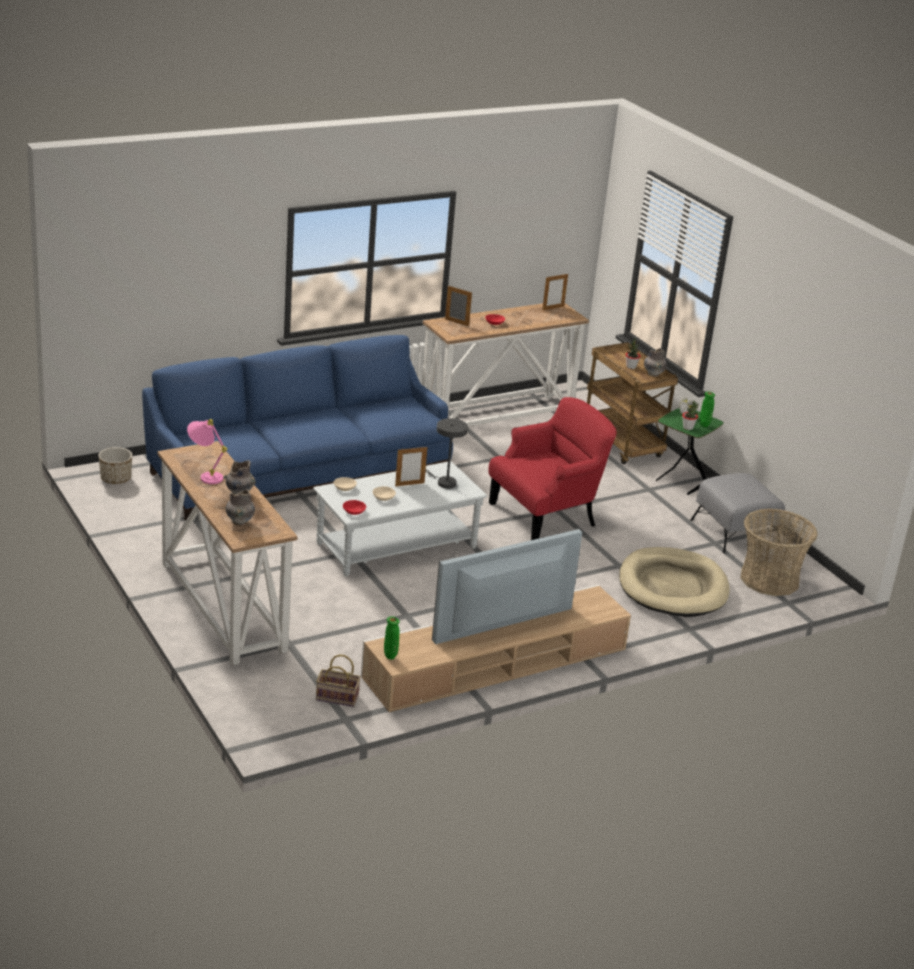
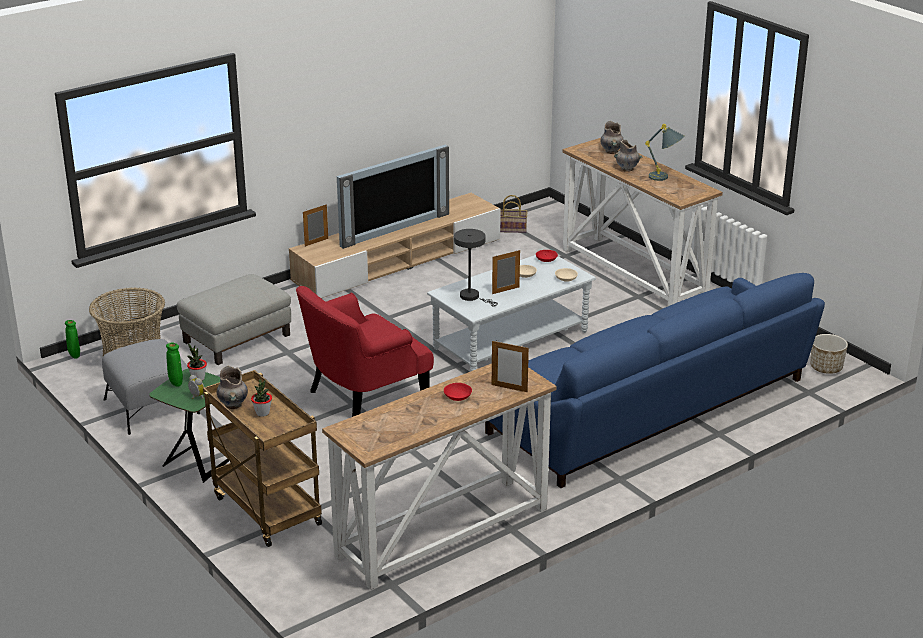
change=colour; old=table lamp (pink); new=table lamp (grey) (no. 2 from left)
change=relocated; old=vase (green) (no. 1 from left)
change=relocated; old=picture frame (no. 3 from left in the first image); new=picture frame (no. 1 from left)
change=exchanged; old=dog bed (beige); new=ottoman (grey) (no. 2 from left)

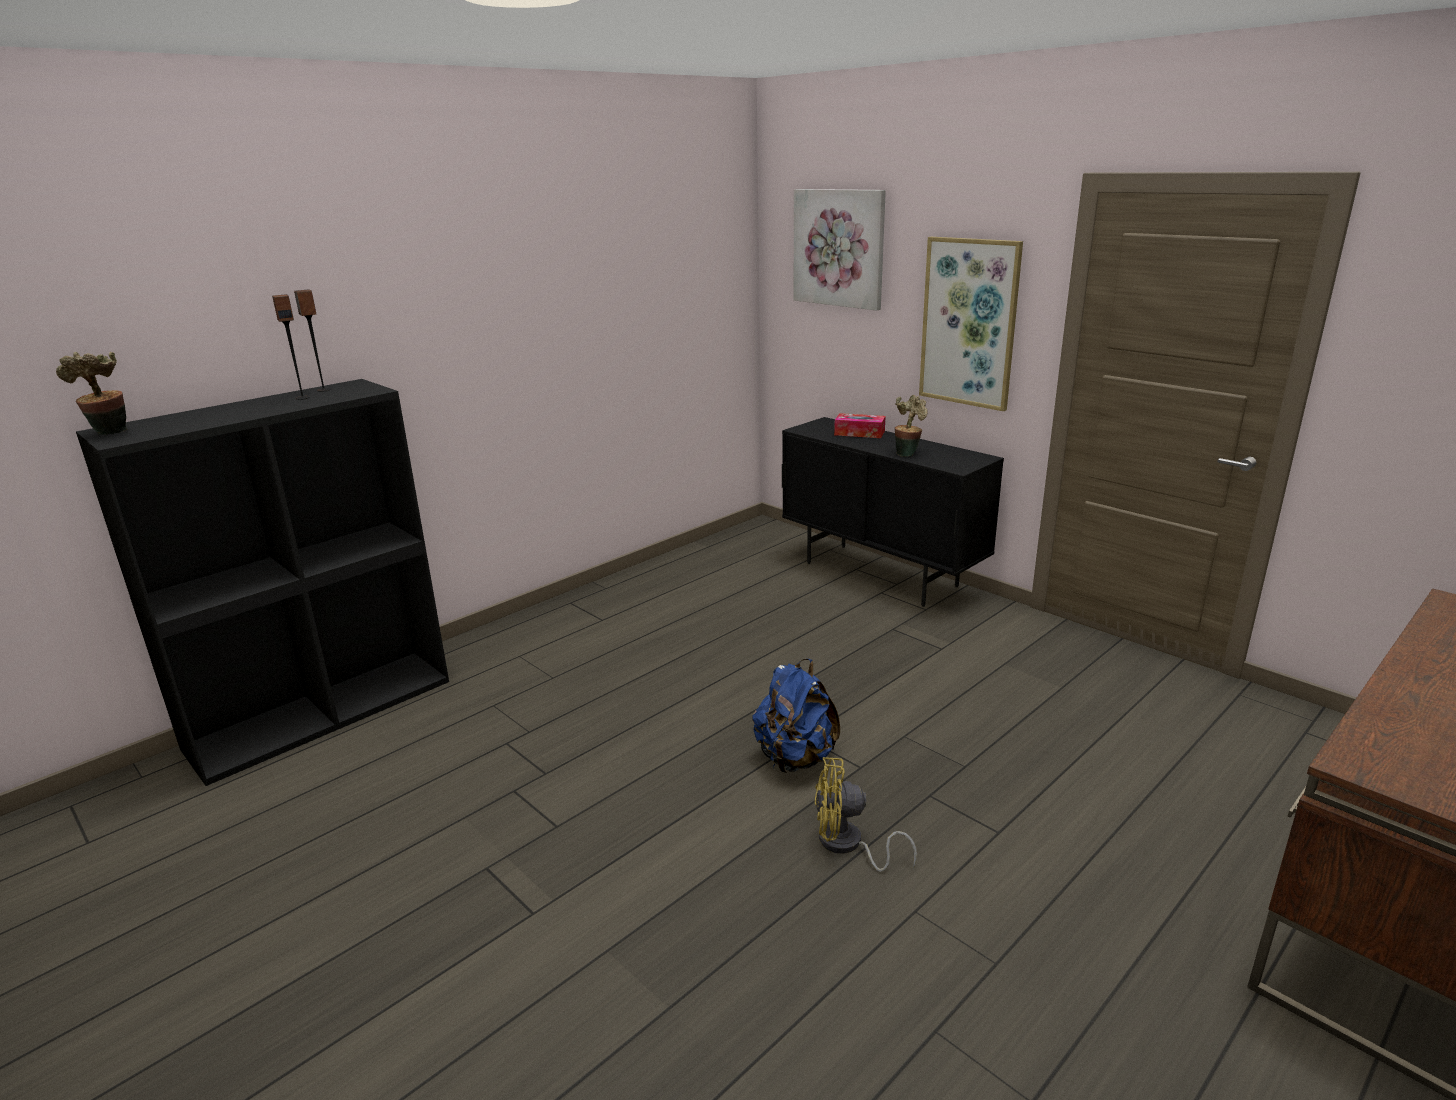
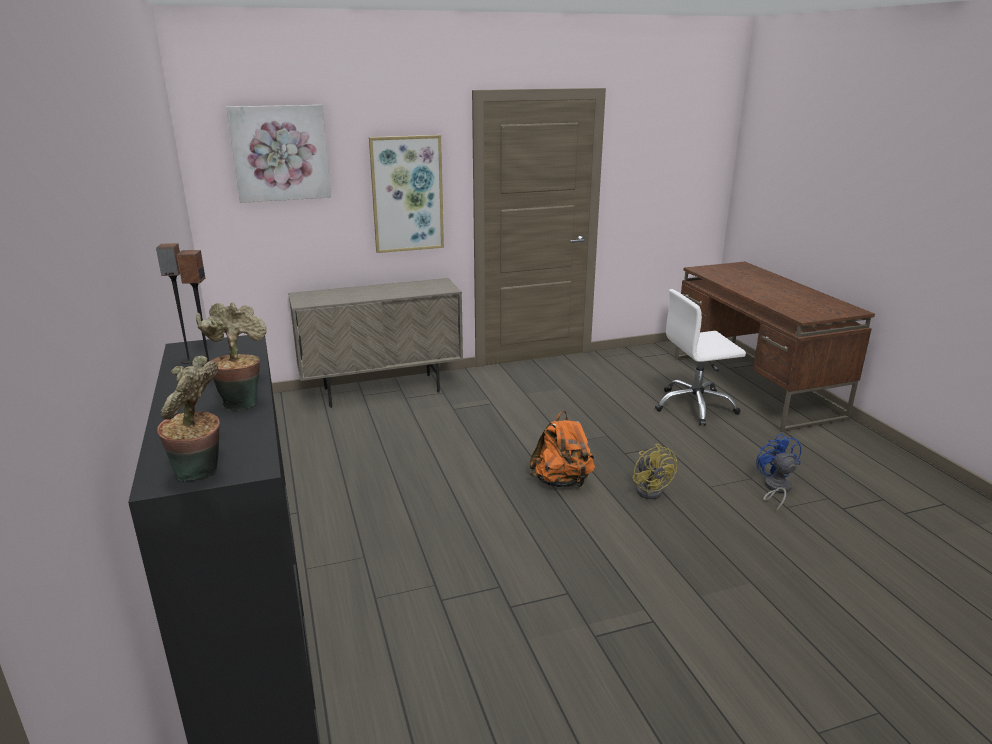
change=colour; old=backpack (blue); new=backpack (orange)
change=colour; old=cabinet (black); new=cabinet (beige)
change=spun; old=fan (yellow); degrees=-45
change=missing; old=tissue box
change=relocated; old=potted plant (no. 2 from left)
change=appeared; new=office chair (white)
change=appeared; new=fan (blue)

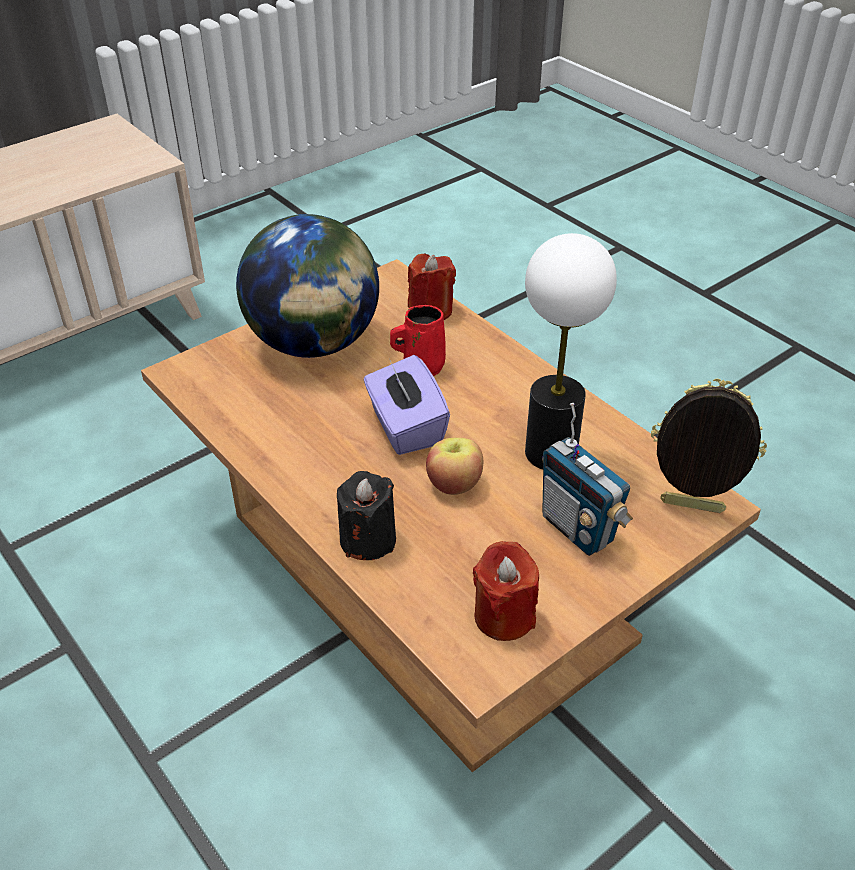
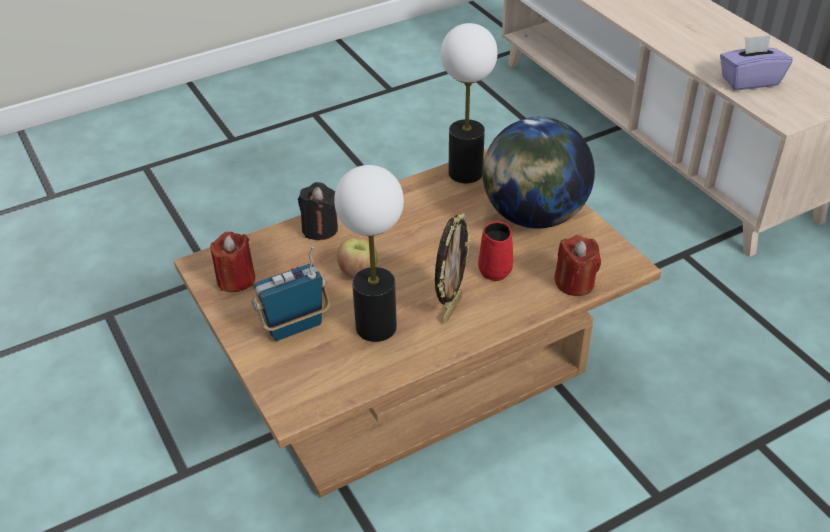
change=relocated; old=tissue box (purple)
change=relocated; old=picture frame
change=appeared; new=table lamp (no. 2 from left)

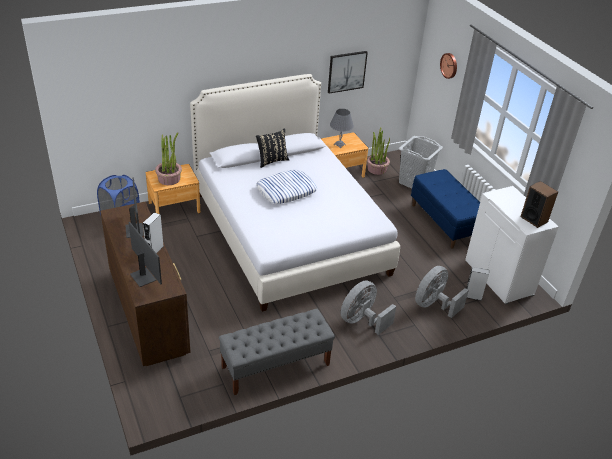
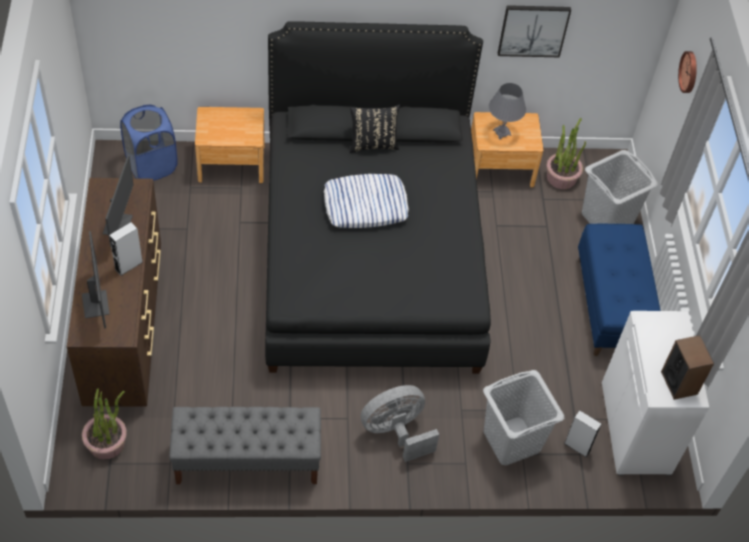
change=relocated; old=potted plant (no. 1 from left)
change=colour; old=bed (white); new=bed (black)
change=exchanged; old=fan (grey) (no. 2 from left); new=laundry basket (grey) (no. 1 from left)

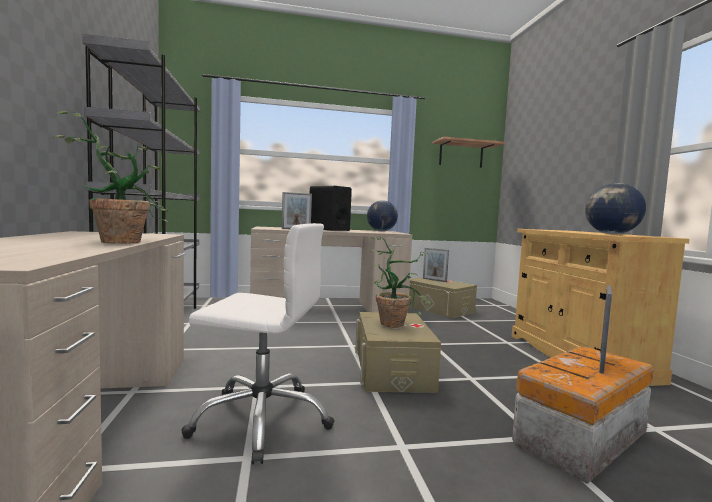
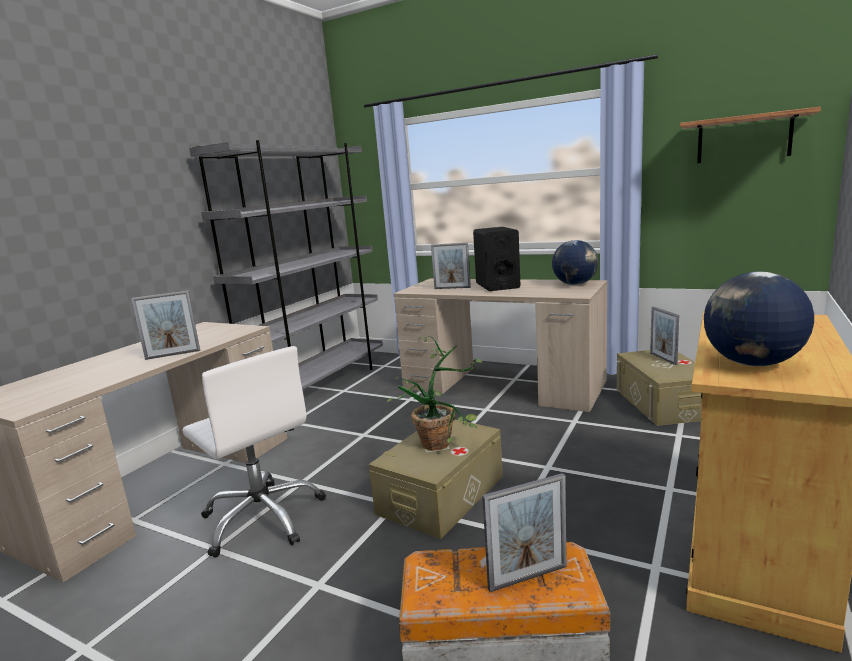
change=exchanged; old=potted plant (no. 1 from left); new=picture frame (no. 1 from left)

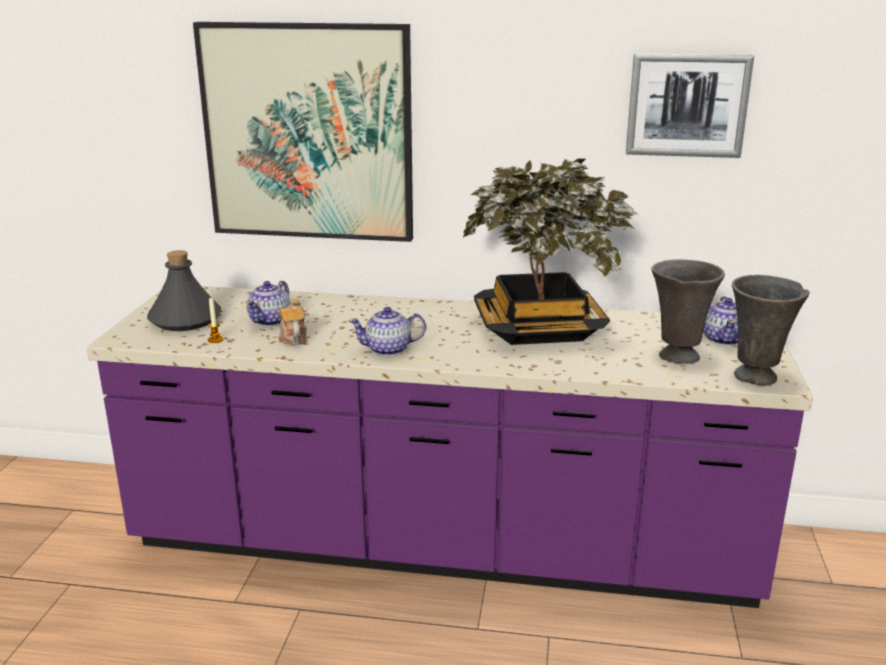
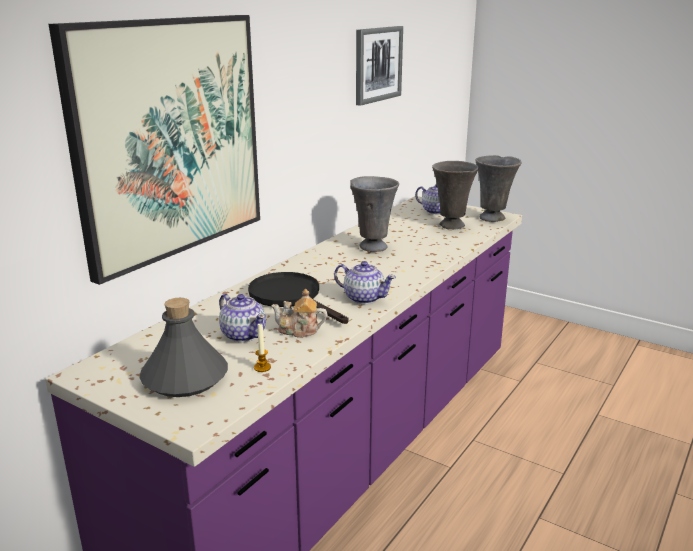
change=spun; old=teapot (no. 3 from left); degrees=-75
change=exchanged; old=potted plant; new=vase (grey) (no. 1 from left)
change=appeared; new=frying pan (black)

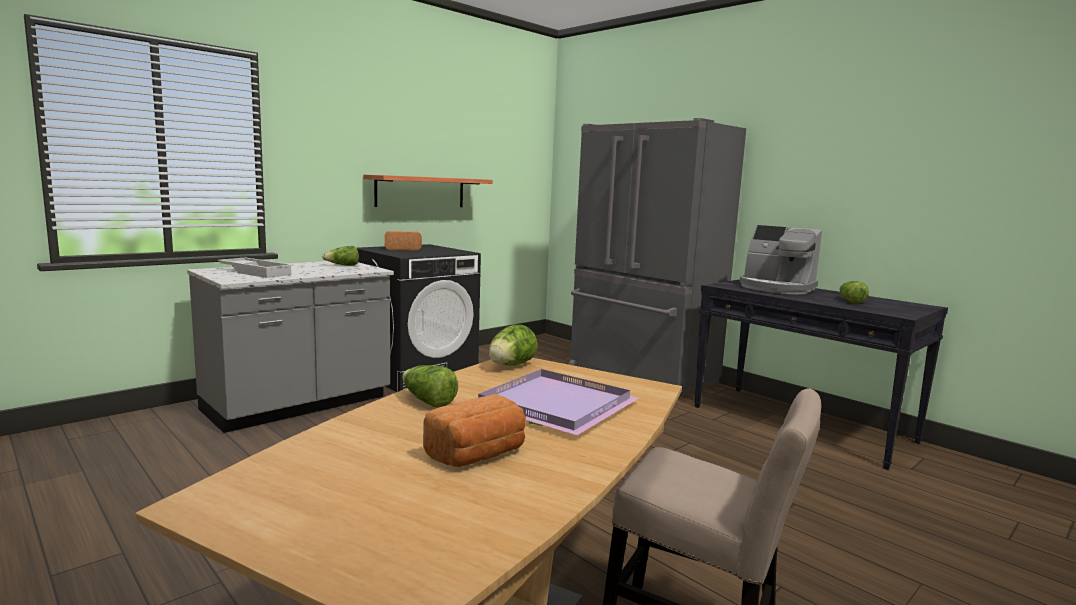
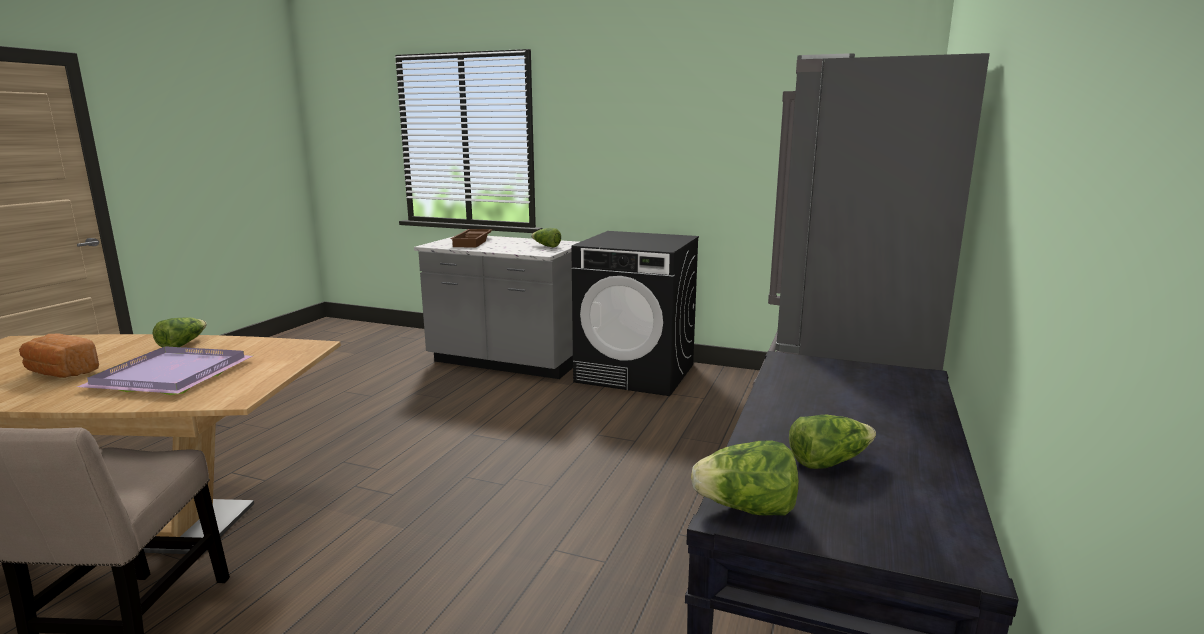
change=colour; old=tray (white); new=tray (brown)
change=missing; old=shelf
change=missing; old=bread (no. 1 from left)
change=relocated; old=lettuce (no. 3 from left)
change=missing; old=coffee machine

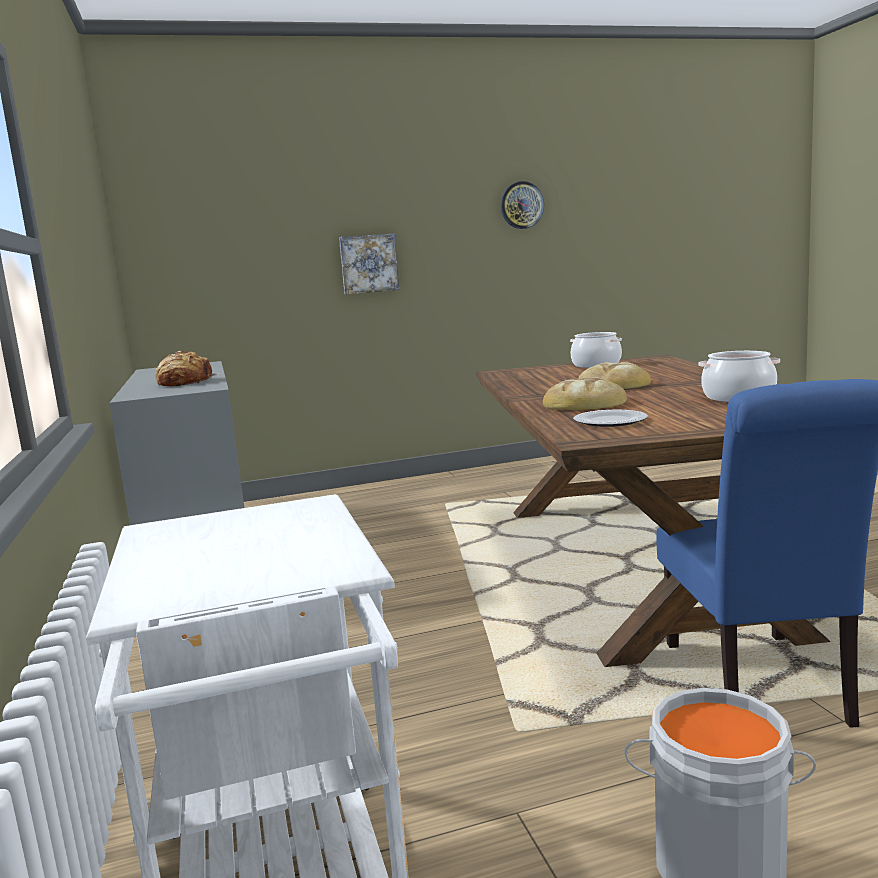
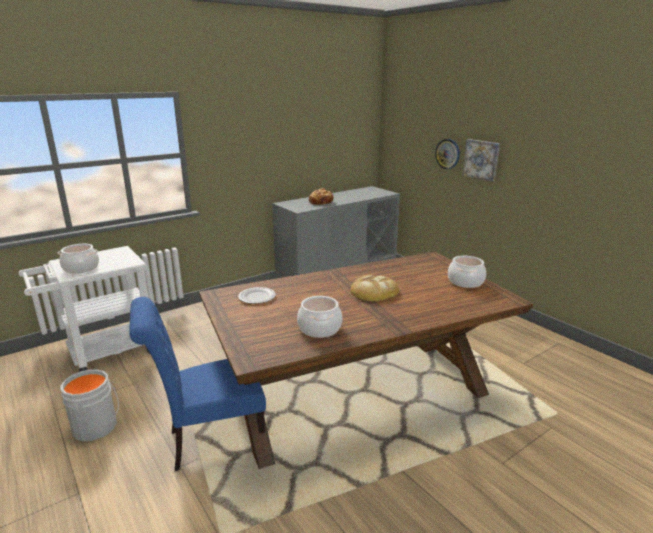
change=relocated; old=wall clock
change=missing; old=bread (no. 2 from left)
change=appeared; new=cooking pot (no. 1 from left)

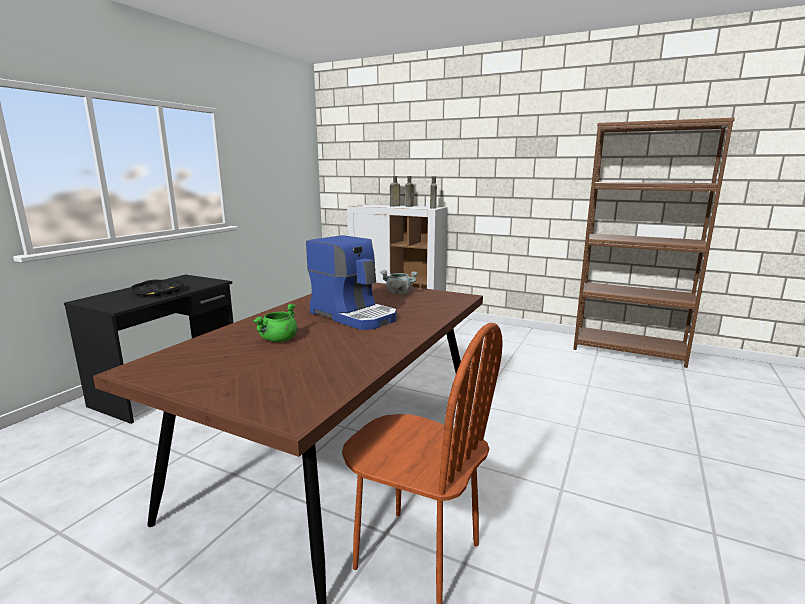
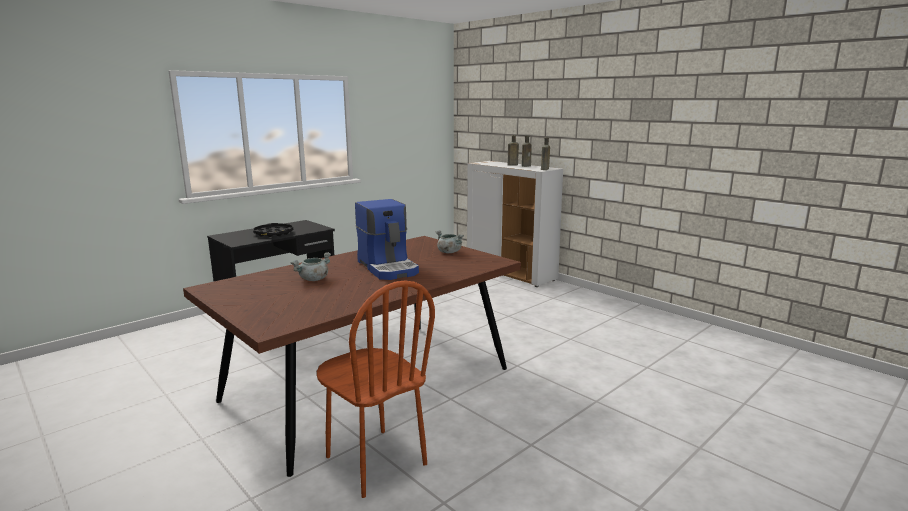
change=colour; old=cooking pot (green); new=cooking pot (grey) (no. 1 from left)
change=missing; old=bookcase (brown)

